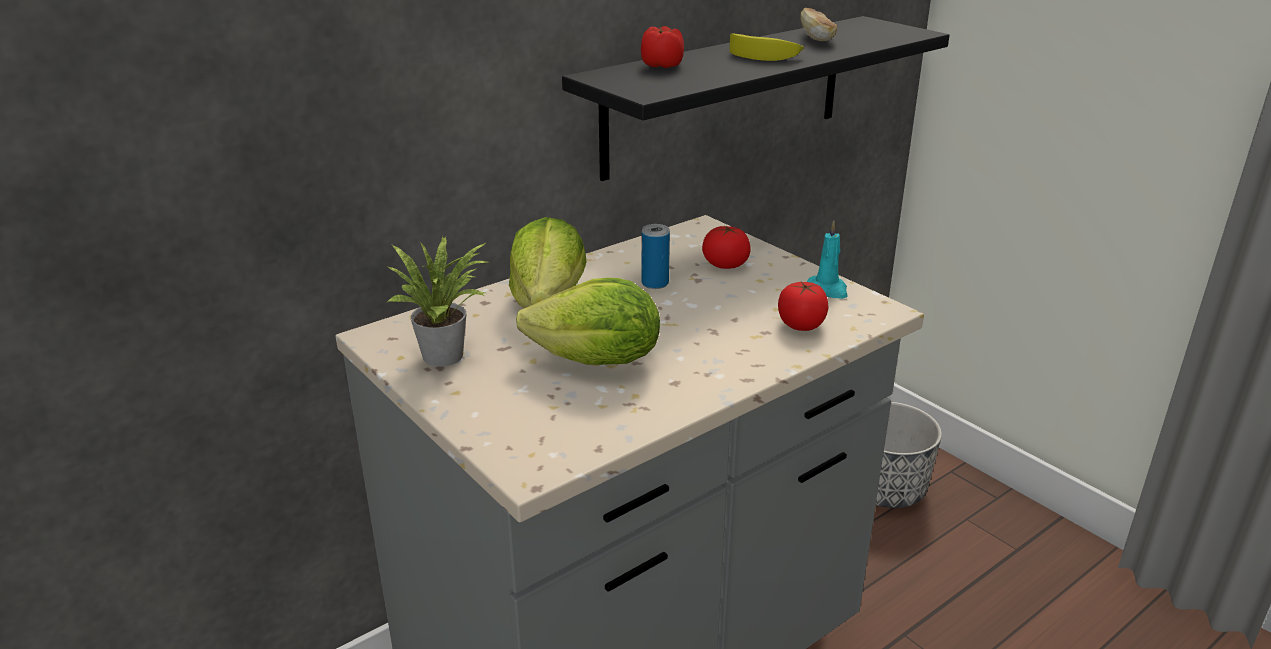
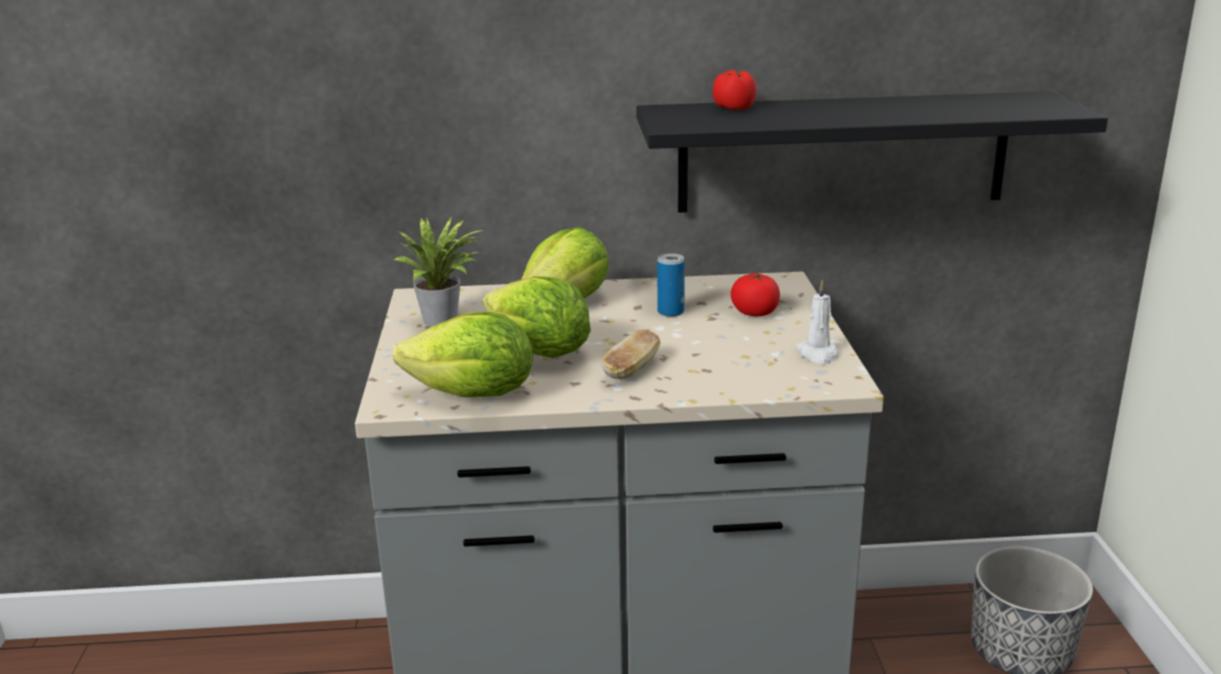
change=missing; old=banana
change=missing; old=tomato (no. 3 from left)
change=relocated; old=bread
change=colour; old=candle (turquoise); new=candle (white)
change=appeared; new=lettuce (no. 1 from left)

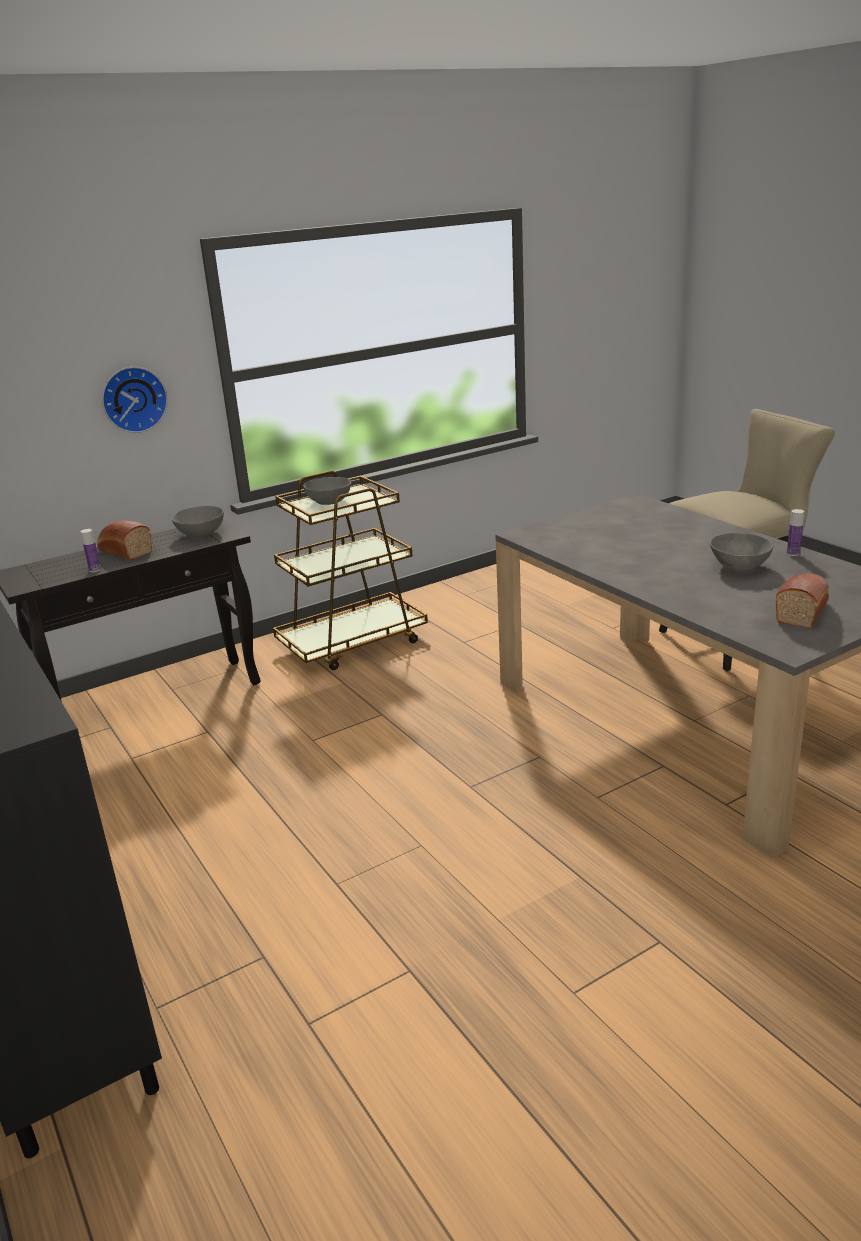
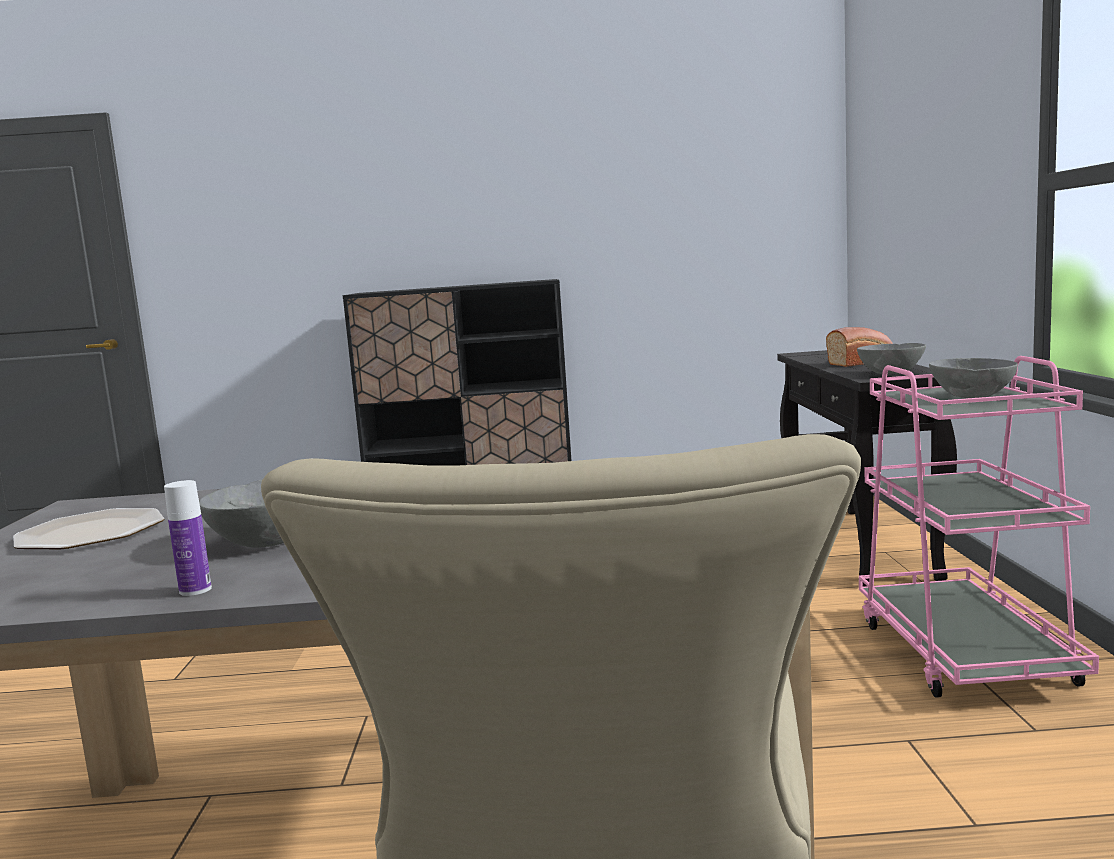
change=missing; old=bottle (no. 1 from left)
change=missing; old=wall clock
change=colour; old=cart (brown); new=cart (pink)
change=exchanged; old=bread (no. 2 from left); new=plate

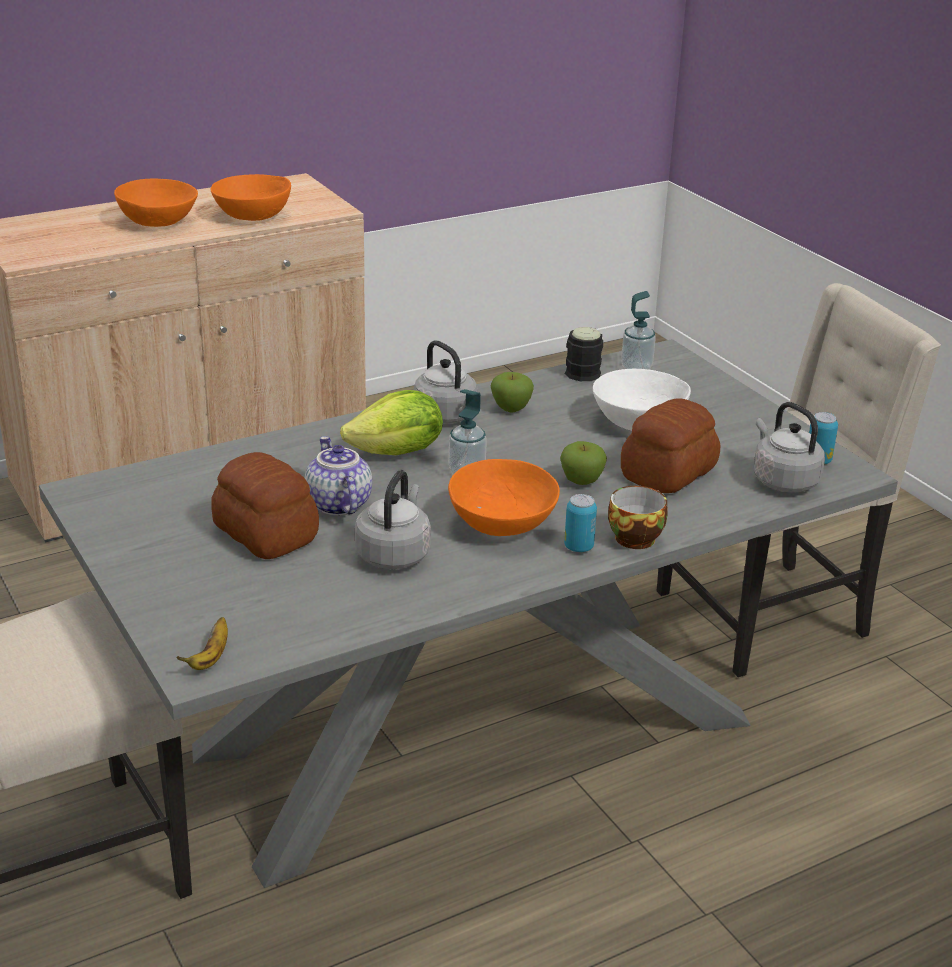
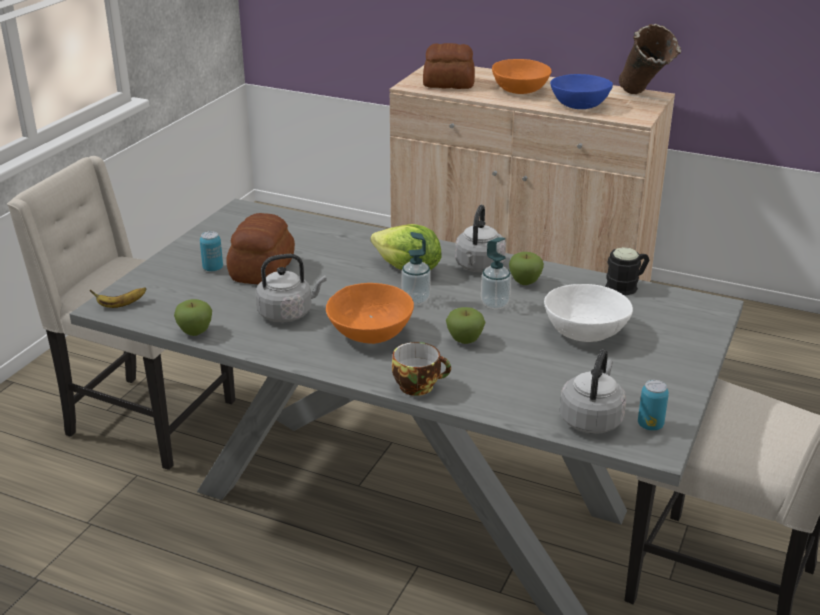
change=colour; old=bowl (orange) (no. 2 from left); new=bowl (blue)
change=missing; old=teapot
change=relocated; old=can (no. 1 from left)
change=relocated; old=soap dispenser (no. 2 from left)
change=relocated; old=bread (no. 2 from left)
change=appeared; new=apple (no. 1 from left)
change=appeared; new=vase (brown)

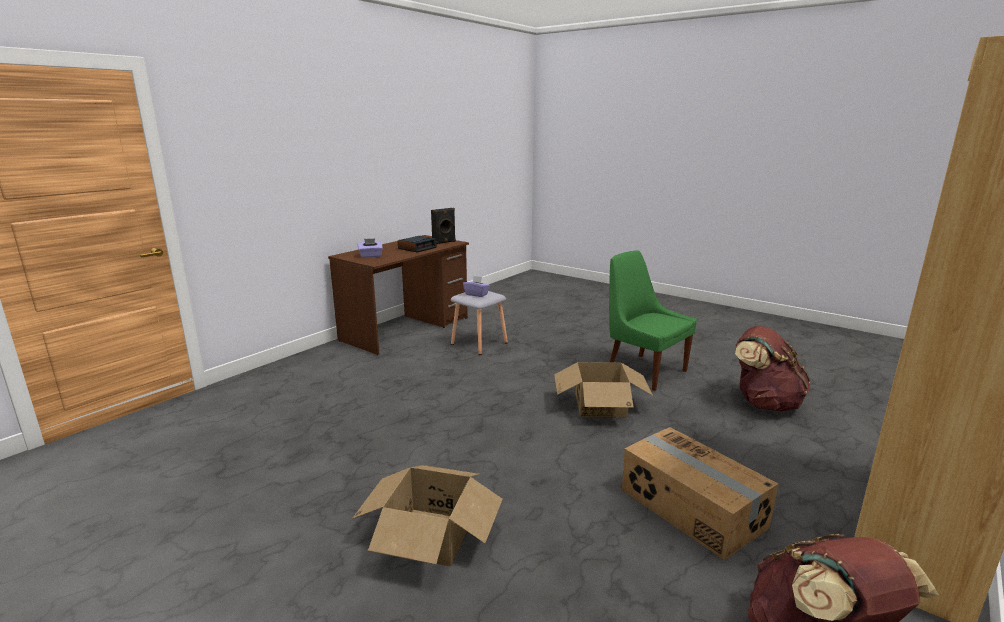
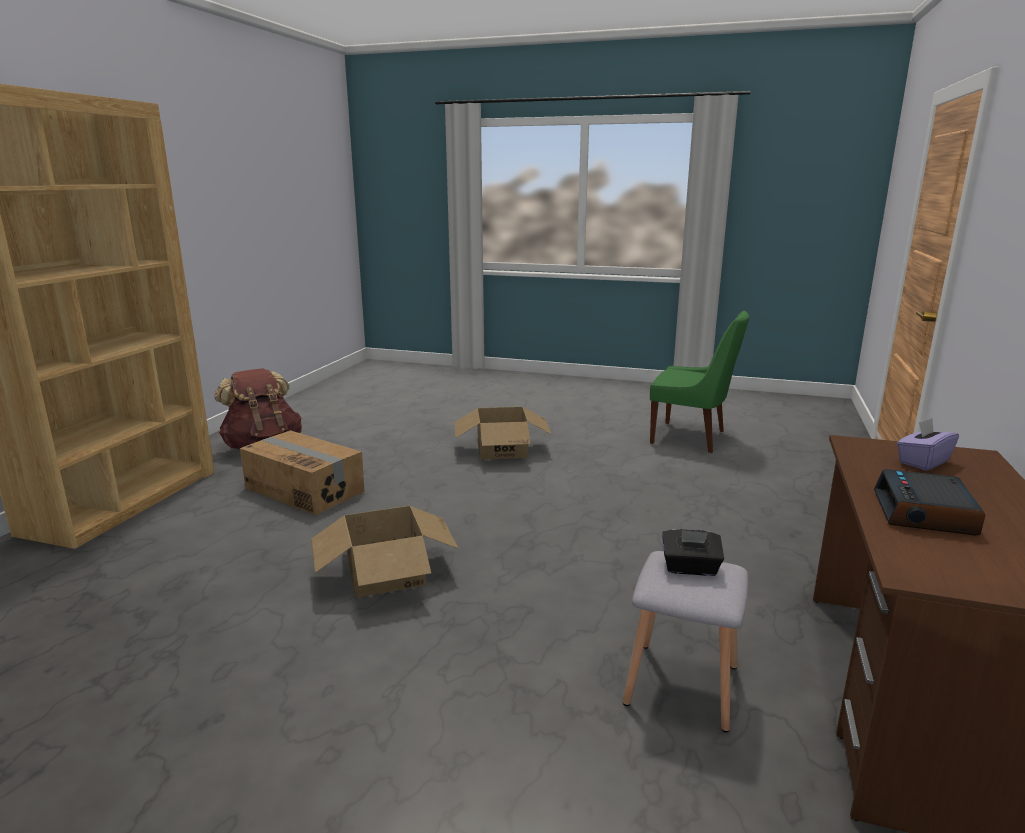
change=missing; old=speaker (black)
change=colour; old=tissue box (purple) (no. 2 from left); new=tissue box (black)
change=relocated; old=chair (green)
change=missing; old=backpack (brown) (no. 1 from left)

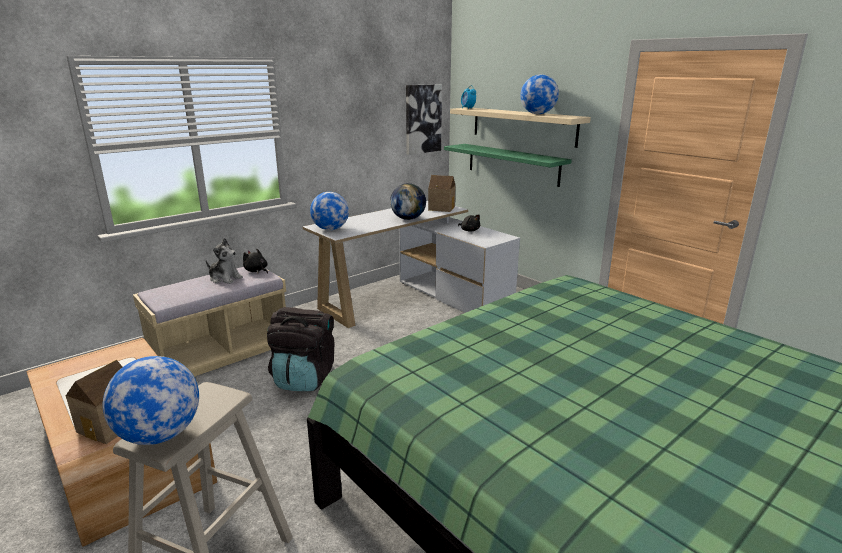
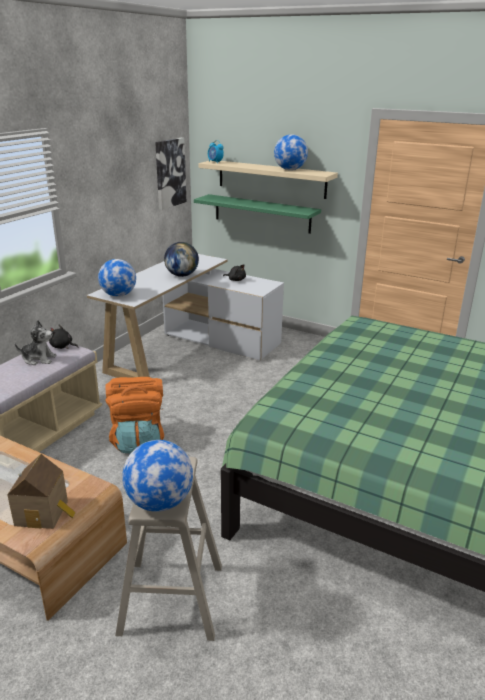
change=colour; old=backpack (black); new=backpack (orange)
change=missing; old=toy house (no. 2 from left)

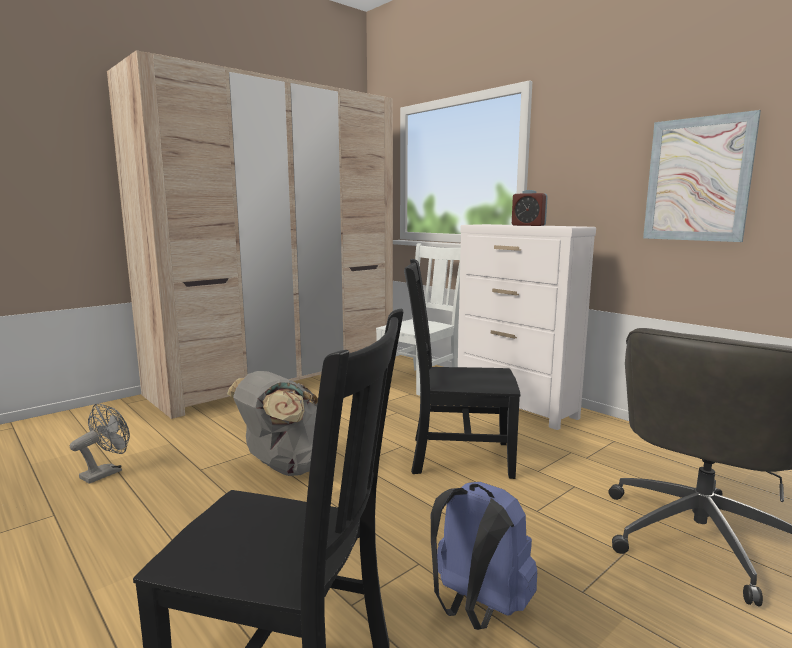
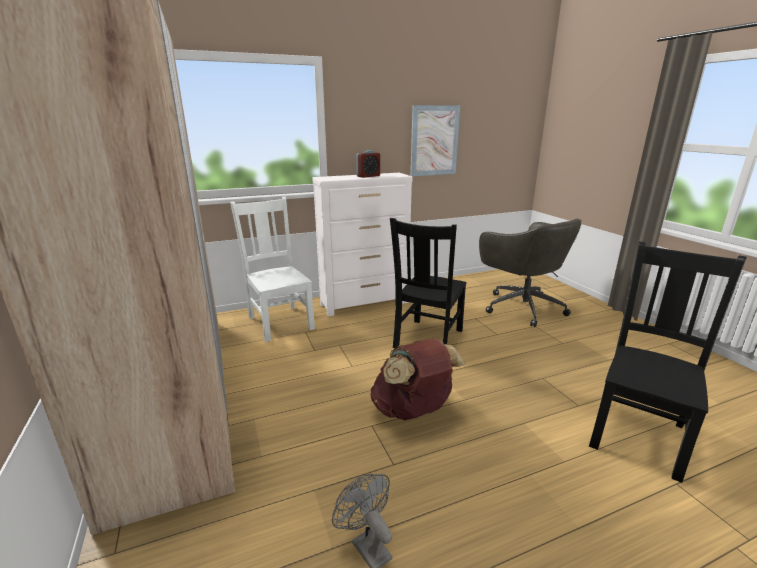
change=colour; old=backpack (grey); new=backpack (brown)
change=missing; old=backpack (blue)

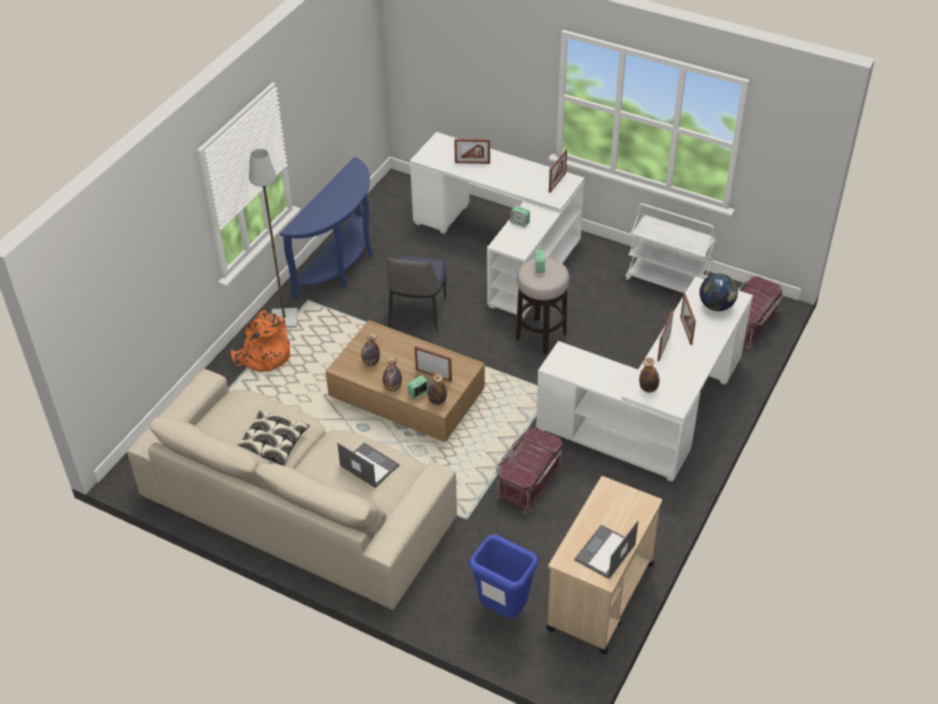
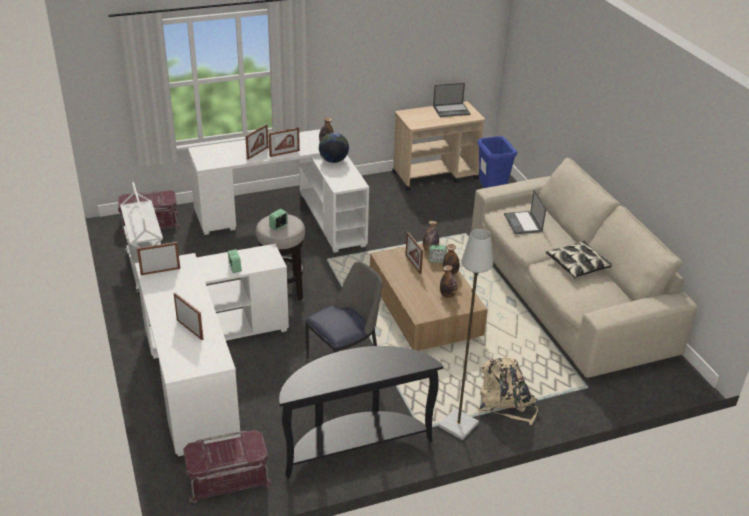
change=colour; old=backpack (orange); new=backpack (beige)
change=colour; old=console table (blue); new=console table (black)
change=relocated; old=storage box (red) (no. 1 from left in the first image); new=storage box (red) (no. 2 from left)
change=relocated; old=globe

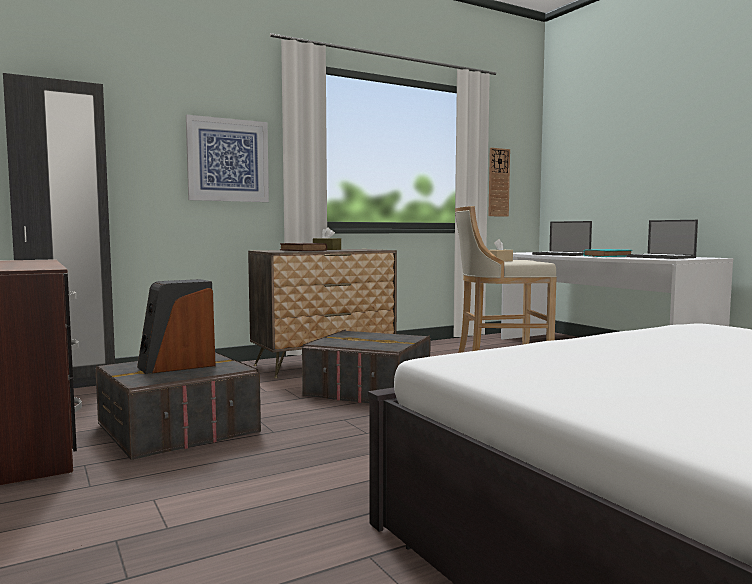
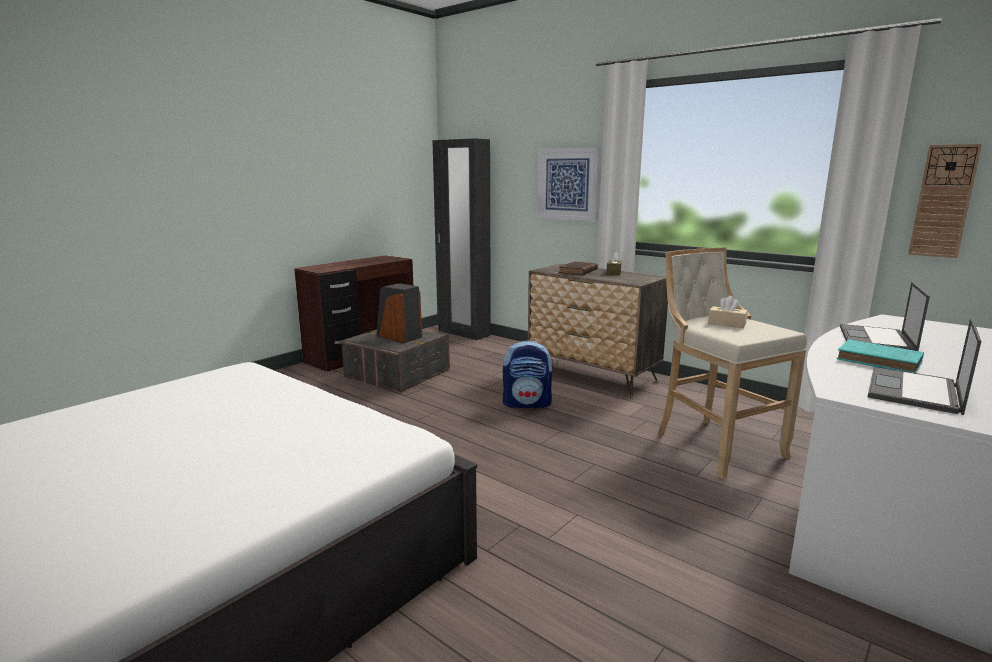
change=exchanged; old=storage box (grey) (no. 2 from left); new=backpack

